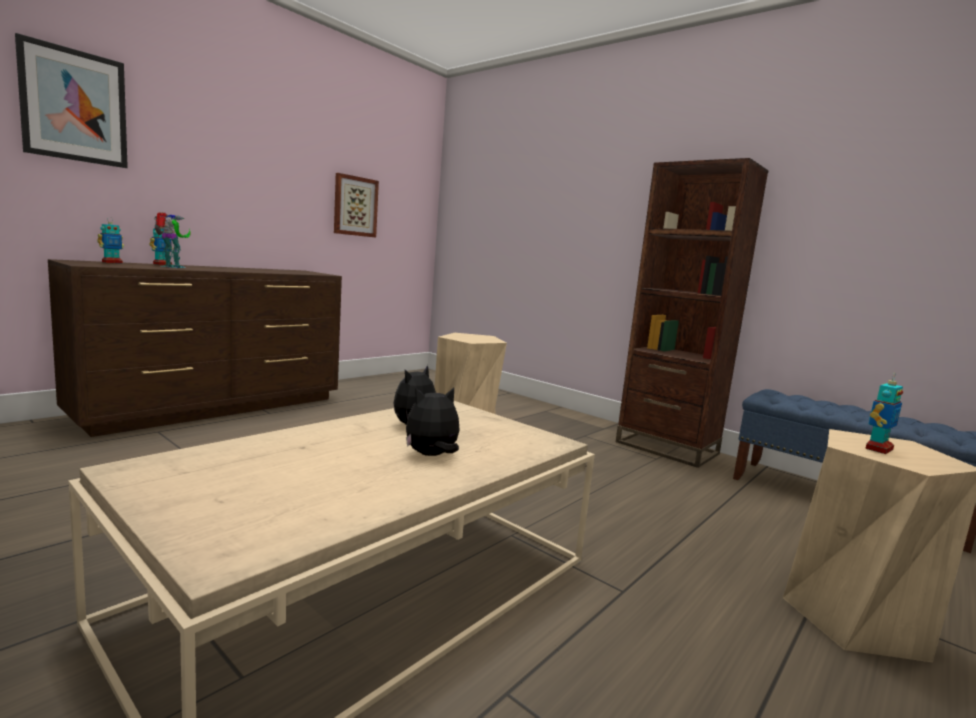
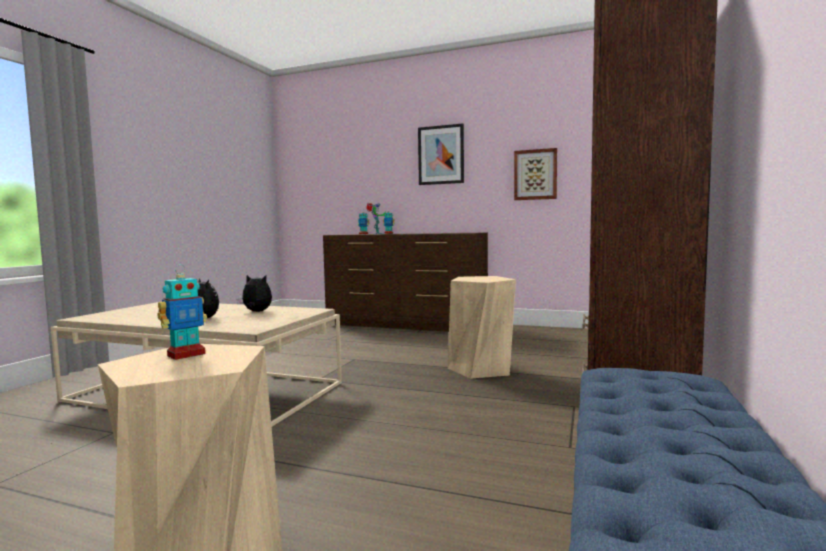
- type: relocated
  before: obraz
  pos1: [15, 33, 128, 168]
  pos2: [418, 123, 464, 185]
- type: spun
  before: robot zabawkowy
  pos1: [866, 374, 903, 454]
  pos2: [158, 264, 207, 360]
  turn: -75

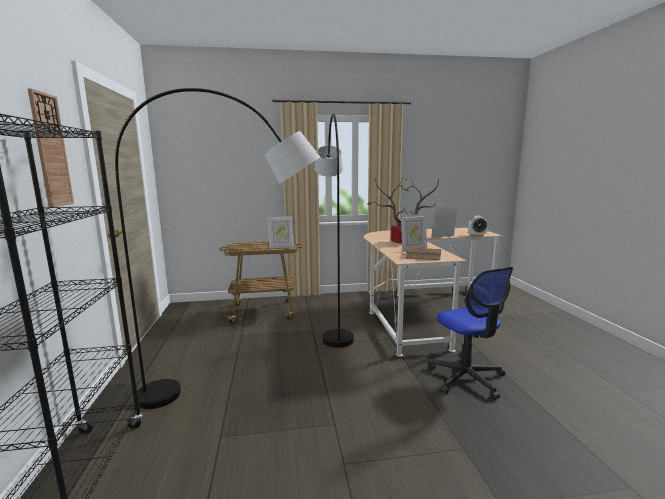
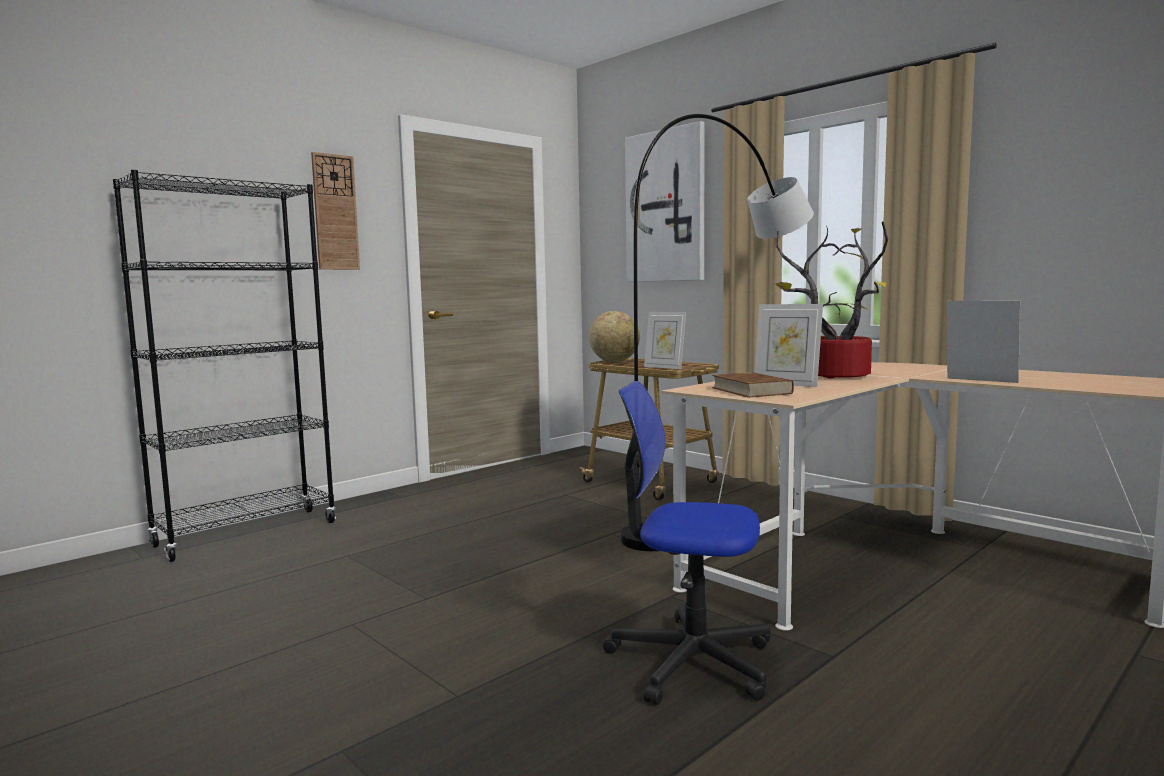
- type: missing
  before: lampa stojąca [szary]
  pos1: [115, 88, 320, 409]
- type: missing
  before: budzik
  pos1: [468, 216, 488, 236]
- type: appeared
  after: globus
  pos2: [589, 311, 640, 362]
- type: appeared
  after: obraz
  pos2: [625, 121, 704, 282]
- type: spun
  before: krzesło biurowe
  pos1: [428, 267, 513, 400]
  pos2: [603, 381, 771, 705]
  turn: 75

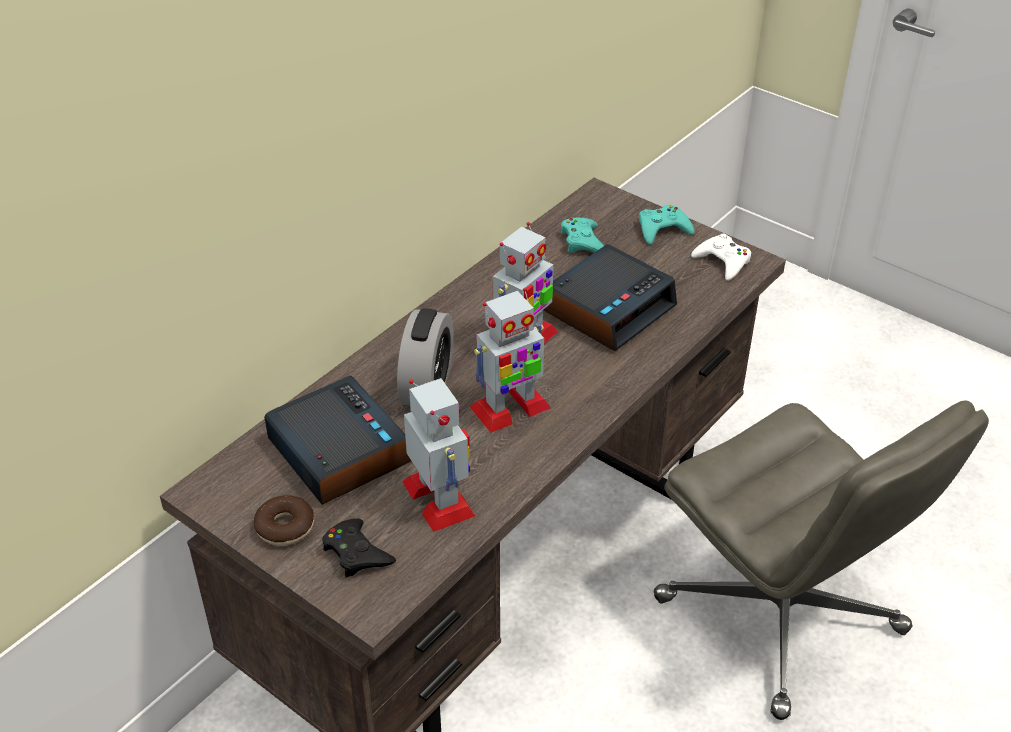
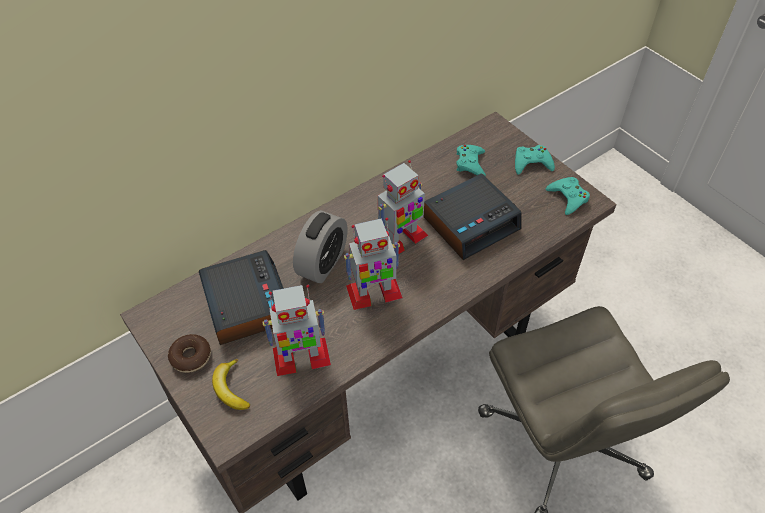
- type: exchanged
  before: pad do gier [czarny]
  after: banan
  pos1: [322, 518, 396, 578]
  pos2: [212, 359, 250, 410]
- type: colour
  before: pad do gier [biały]
  after: pad do gier [turkusowy]
  pos1: [691, 234, 751, 281]
  pos2: [546, 177, 590, 215]
- type: spun
  before: robot zabawkowy
  pos1: [402, 378, 475, 532]
  pos2: [263, 285, 331, 376]
  turn: 90

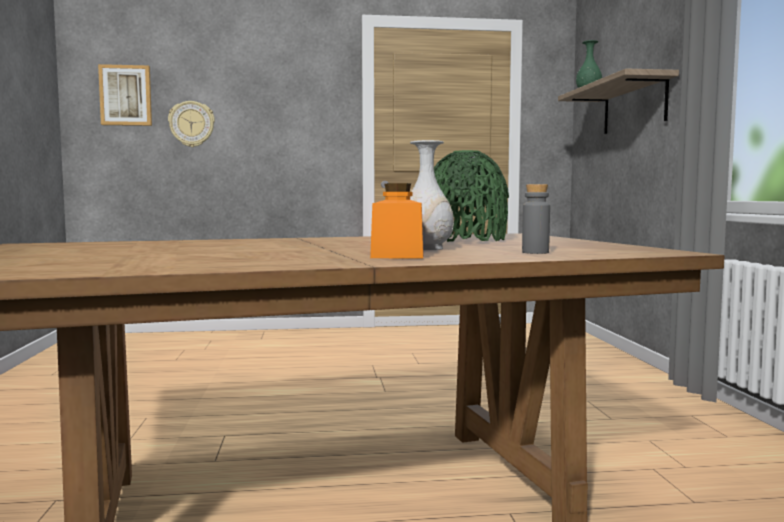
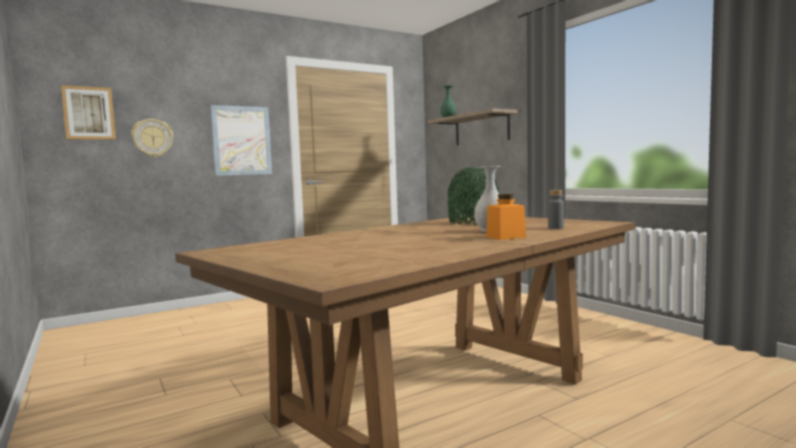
- type: appeared
  after: obraz
  pos2: [211, 105, 272, 176]

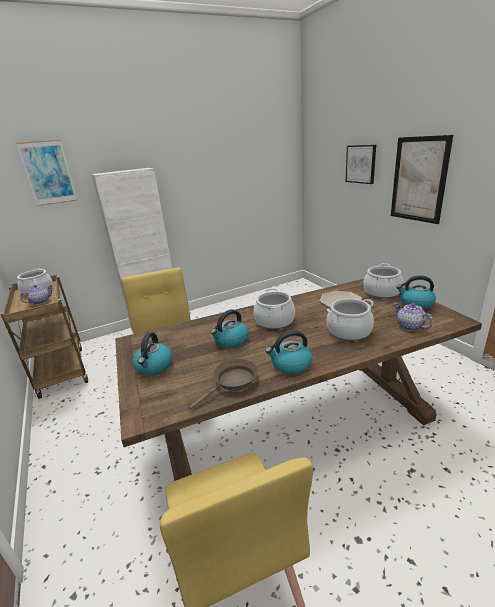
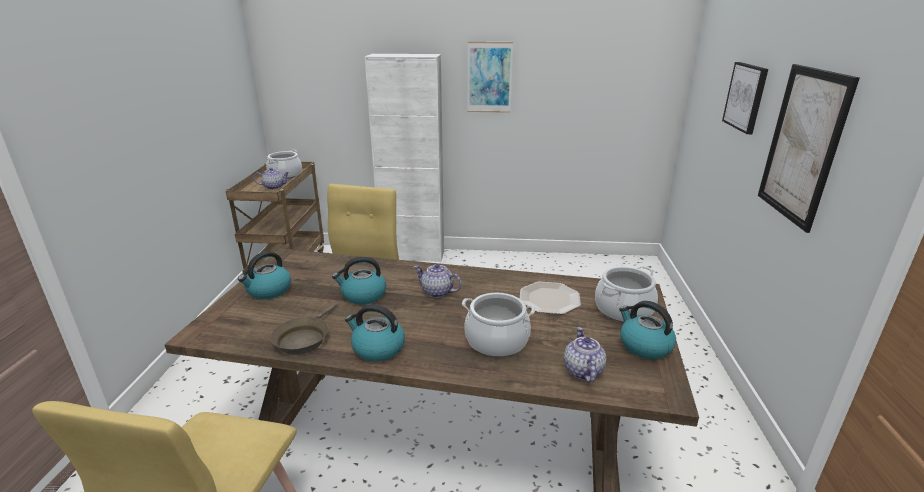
- type: relocated
  before: obraz
  pos1: [16, 140, 78, 206]
  pos2: [467, 42, 513, 113]
- type: exchanged
  before: garnek
  after: imbryk
  pos1: [254, 288, 295, 329]
  pos2: [414, 264, 462, 298]
- type: spun
  before: patelnia [brązowy]
  pos1: [189, 359, 258, 410]
  pos2: [270, 302, 338, 355]
  turn: 120

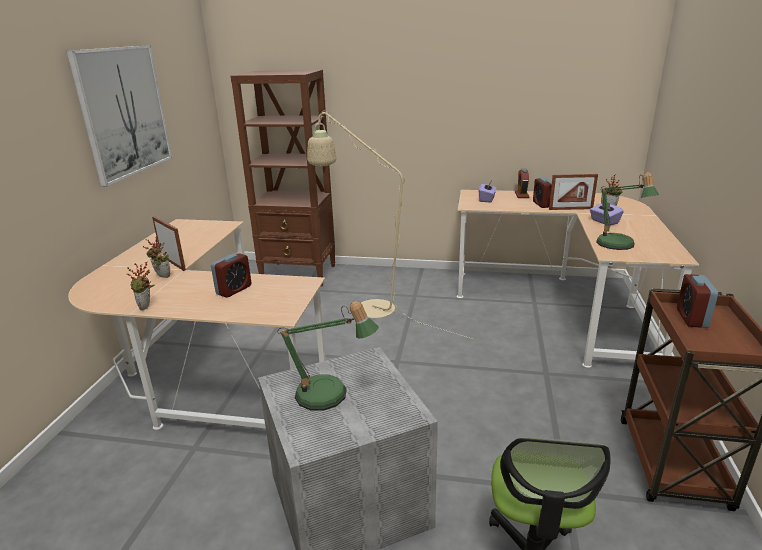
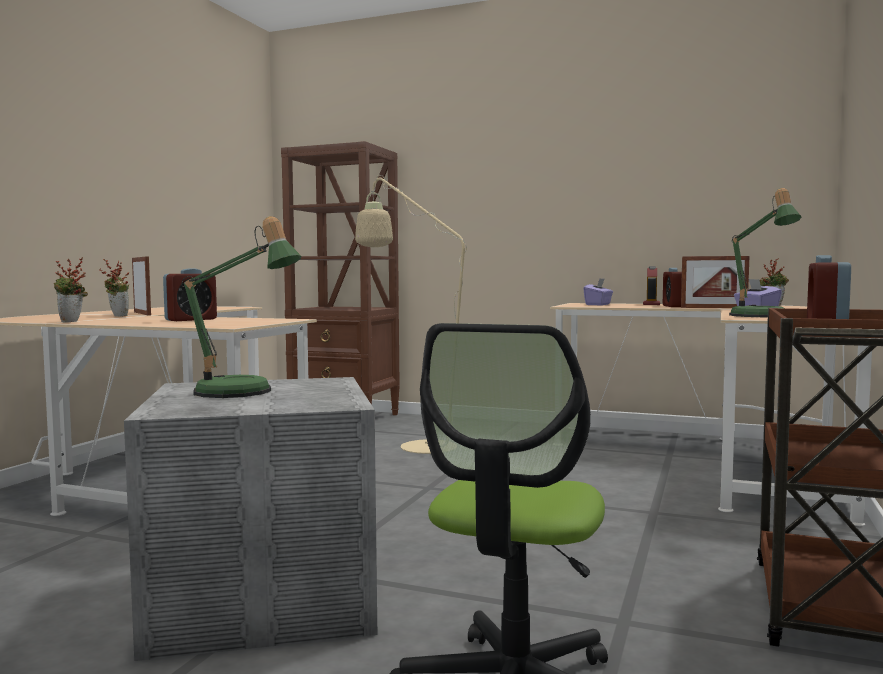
- type: missing
  before: obraz
  pos1: [66, 45, 172, 187]

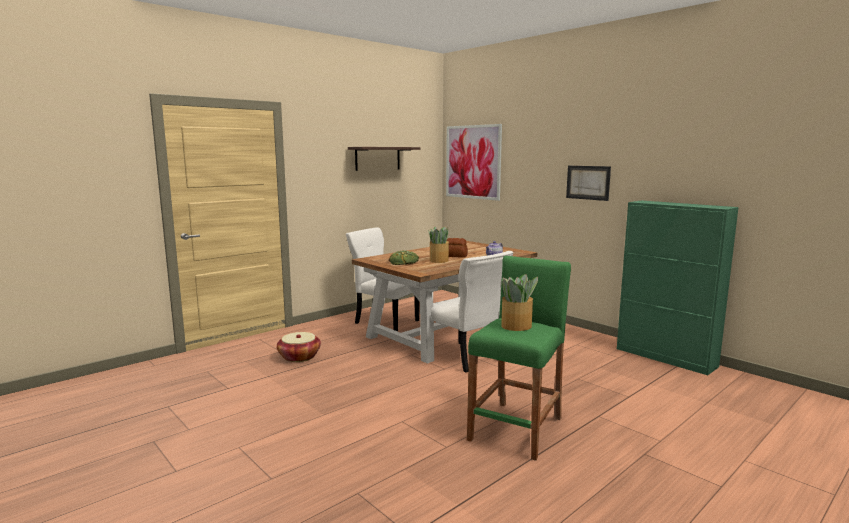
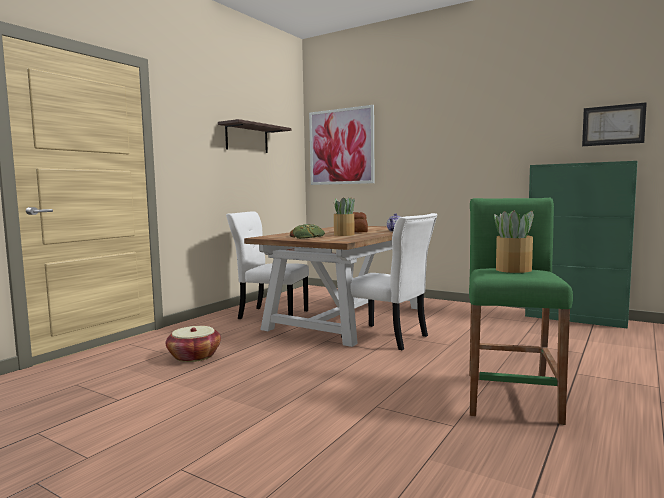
- type: relocated
  before: obraz
  pos1: [566, 166, 611, 201]
  pos2: [582, 102, 647, 146]

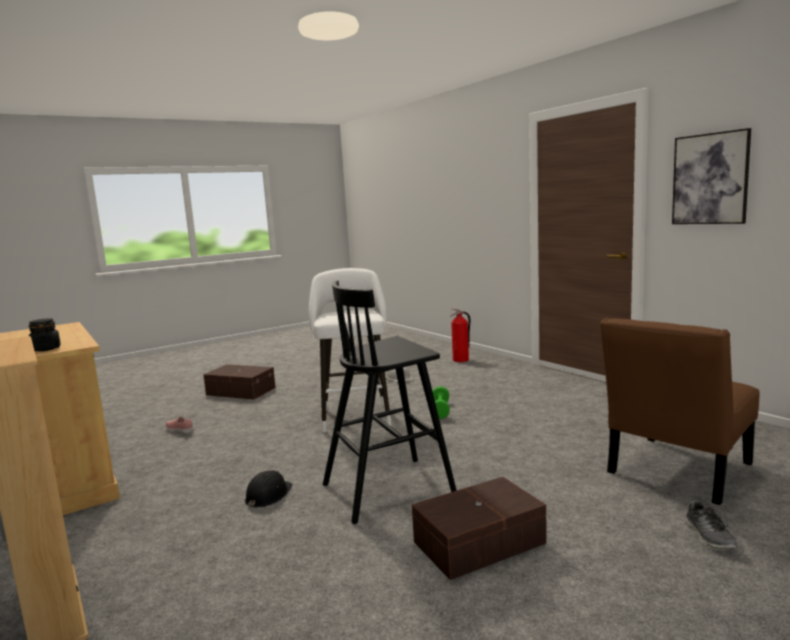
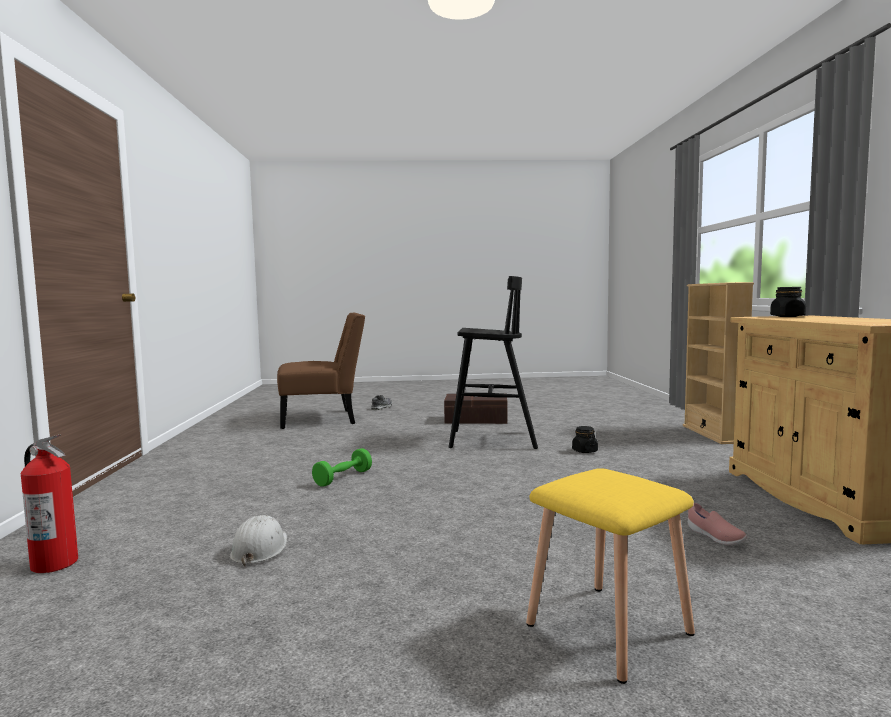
- type: missing
  before: stołek [biały]
  pos1: [309, 268, 391, 432]
- type: missing
  before: obraz
  pos1: [672, 128, 751, 224]
- type: exchanged
  before: pojemnik do przechowywania [brązowy]
  after: stołek [żółty]
  pos1: [203, 364, 276, 399]
  pos2: [526, 468, 695, 684]
- type: exchanged
  before: kask [czarny]
  after: słoik [czarny]
  pos1: [245, 470, 293, 509]
  pos2: [572, 426, 598, 453]

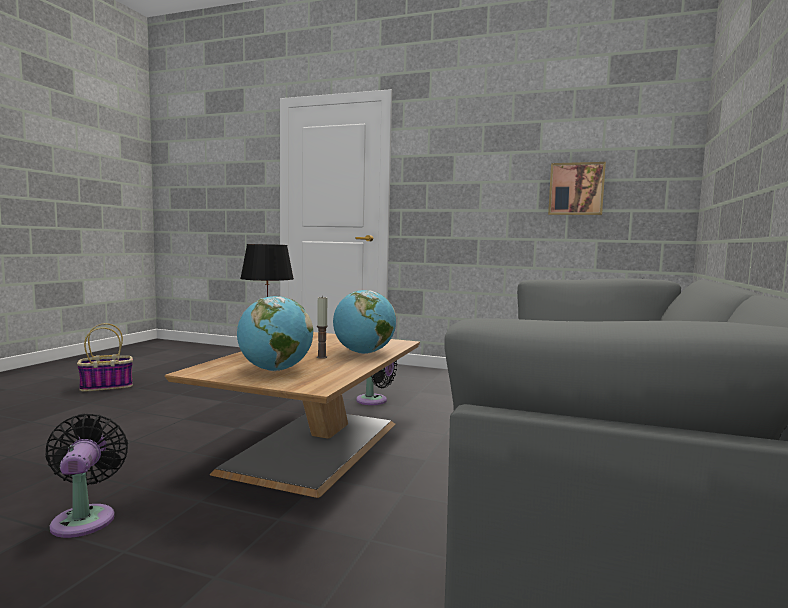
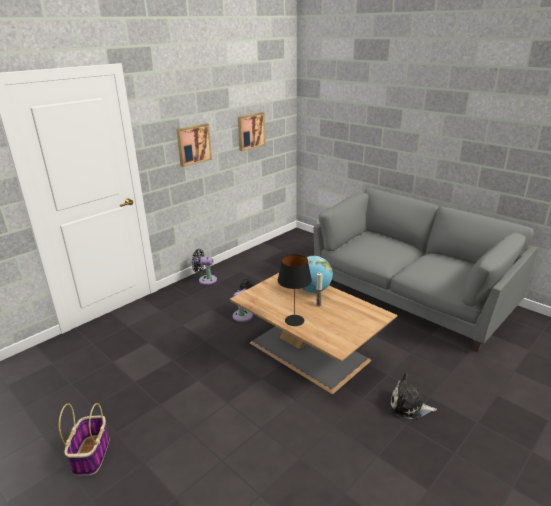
- type: missing
  before: globus
  pos1: [237, 296, 313, 371]
- type: appeared
  after: obraz
  pos2: [176, 123, 212, 167]
- type: appeared
  after: pluszak
  pos2: [390, 373, 437, 419]
- type: relocated
  before: wentylator [czarny]
  pos1: [45, 414, 128, 538]
  pos2: [192, 249, 217, 285]

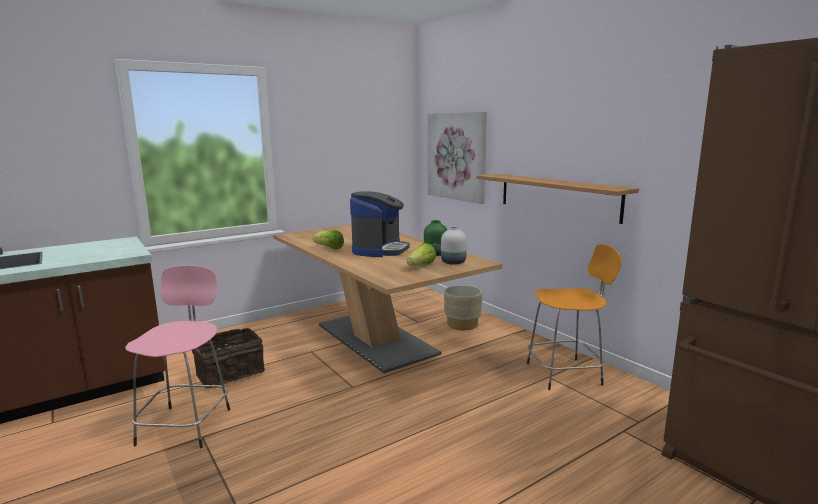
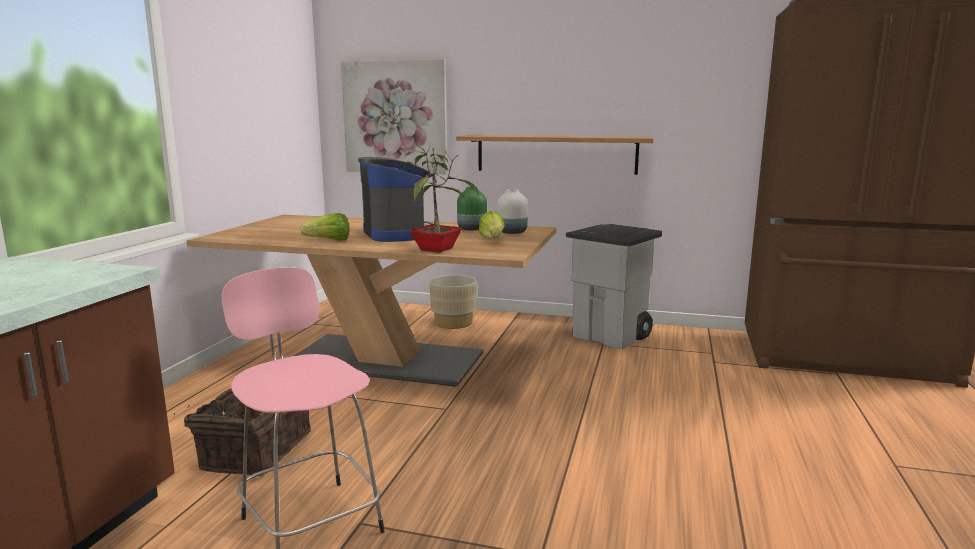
- type: appeared
  after: roślina doniczkowa
  pos2: [404, 147, 479, 253]
- type: exchanged
  before: stołek [pomarańczowy]
  after: kosz na śmieci [szary]
  pos1: [527, 244, 622, 390]
  pos2: [566, 224, 662, 349]

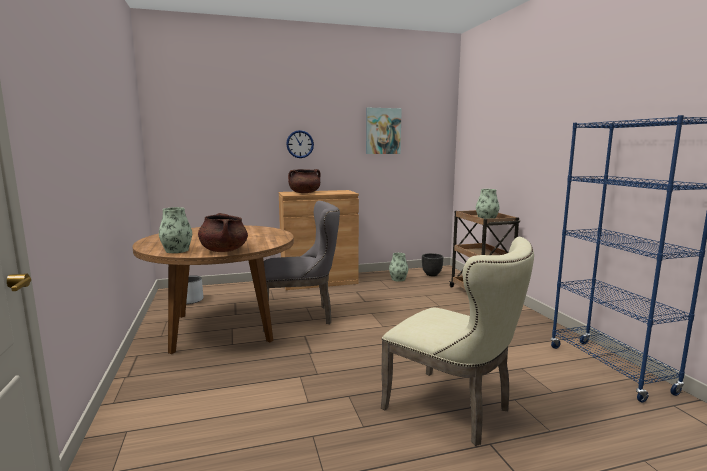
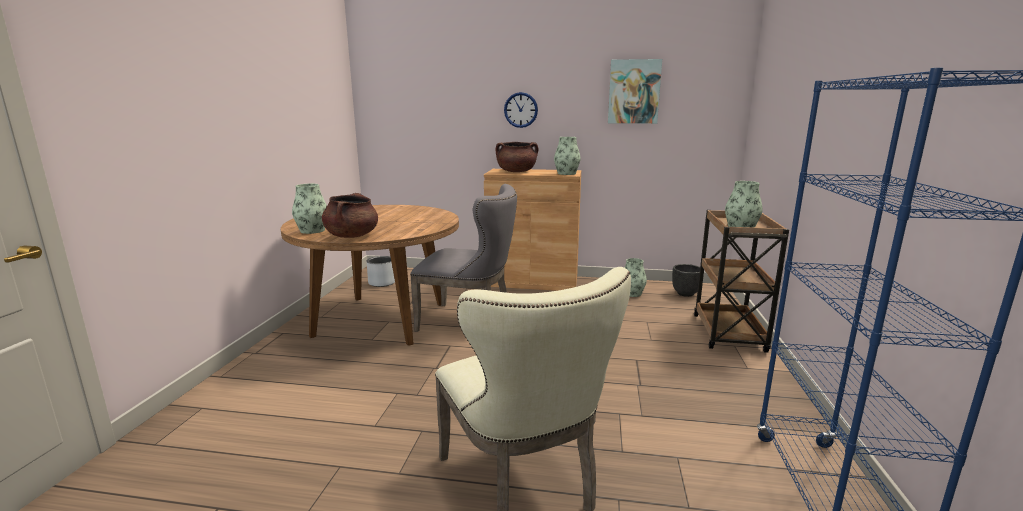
- type: appeared
  after: wazon
  pos2: [554, 137, 581, 175]

